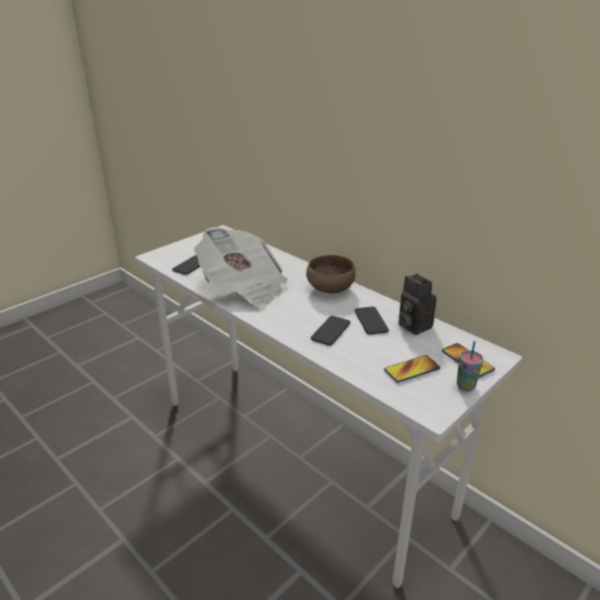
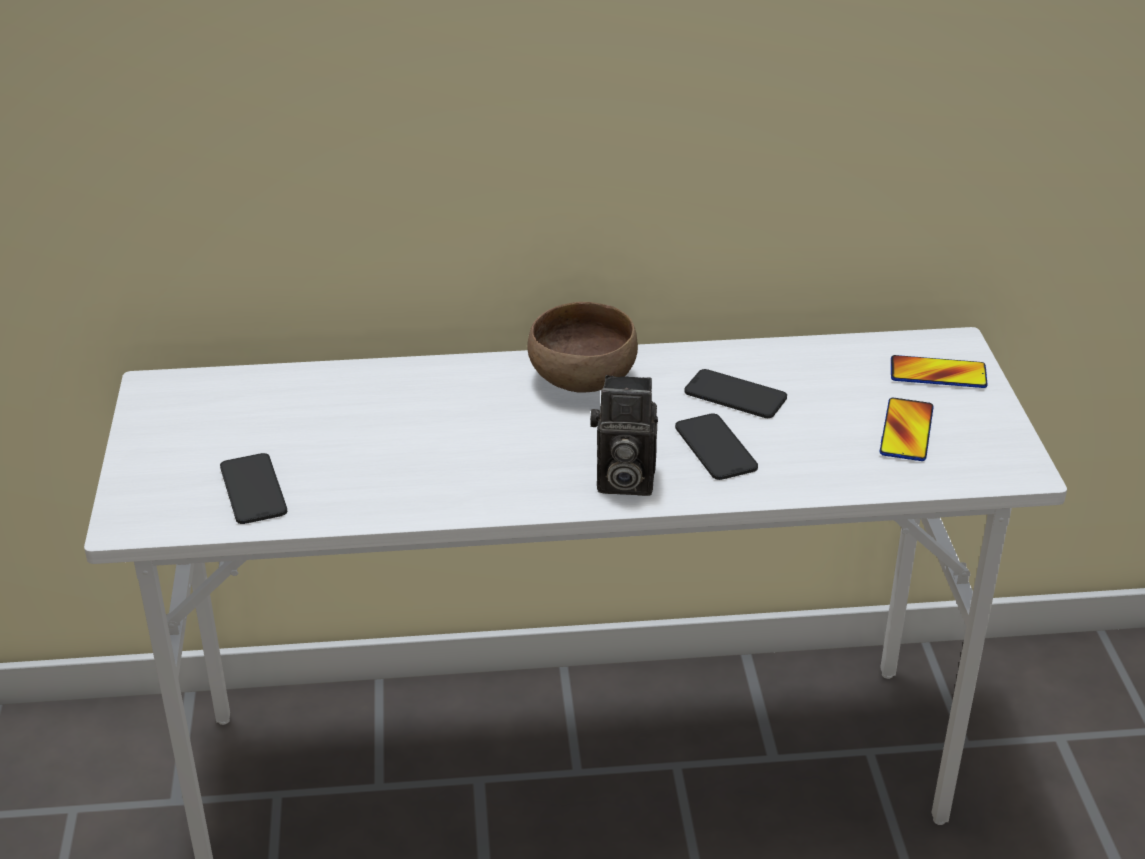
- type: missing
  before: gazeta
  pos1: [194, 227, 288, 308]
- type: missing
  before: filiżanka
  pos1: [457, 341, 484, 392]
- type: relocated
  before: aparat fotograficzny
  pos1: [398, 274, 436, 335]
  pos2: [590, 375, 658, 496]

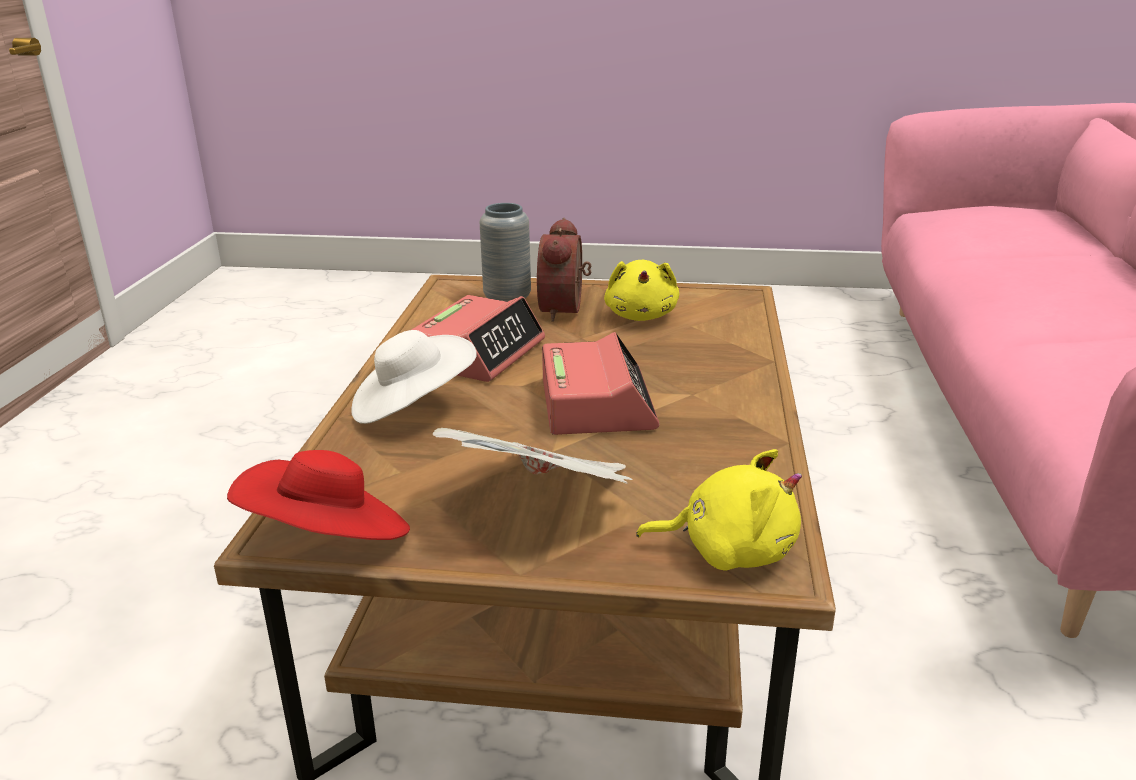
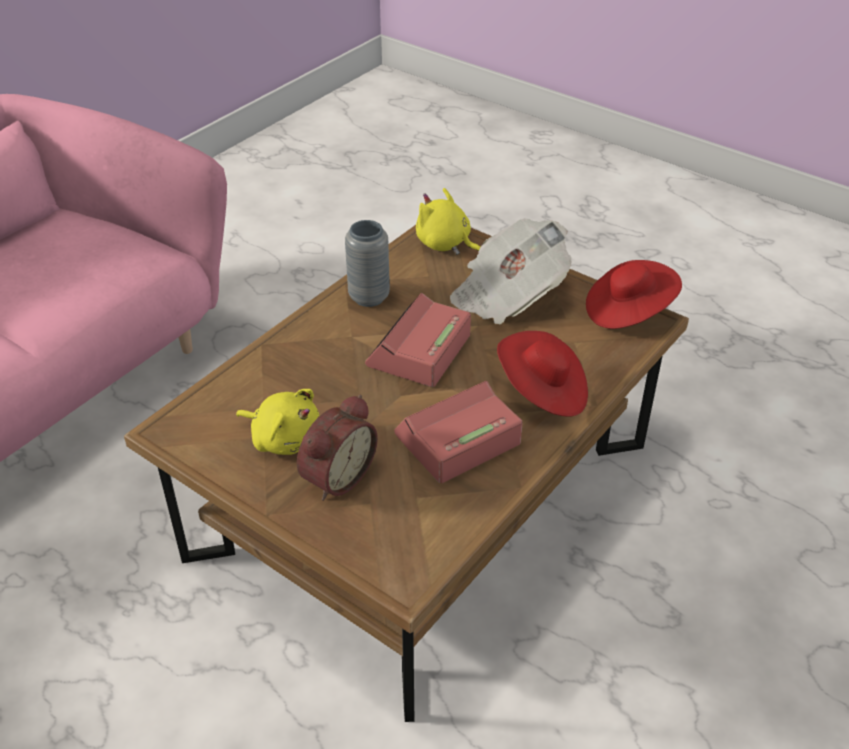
- type: relocated
  before: wazon [szary]
  pos1: [480, 203, 531, 302]
  pos2: [345, 220, 390, 307]
- type: colour
  before: kapelusz [biały]
  after: kapelusz [czerwony]
  pos1: [351, 330, 476, 424]
  pos2: [497, 331, 588, 417]
- type: spun
  before: pluszak [żółty]
  pos1: [604, 260, 679, 321]
  pos2: [236, 389, 319, 455]
  turn: 90

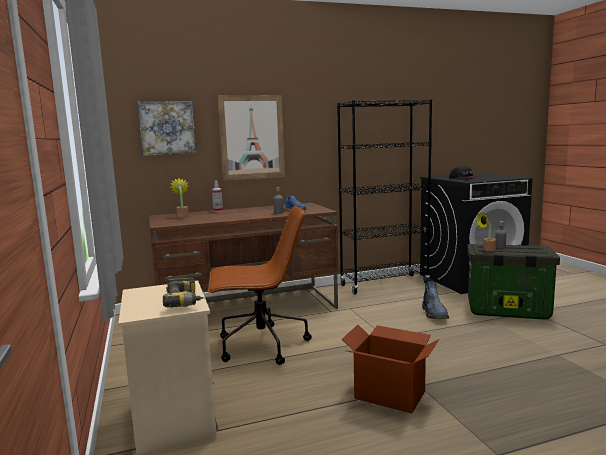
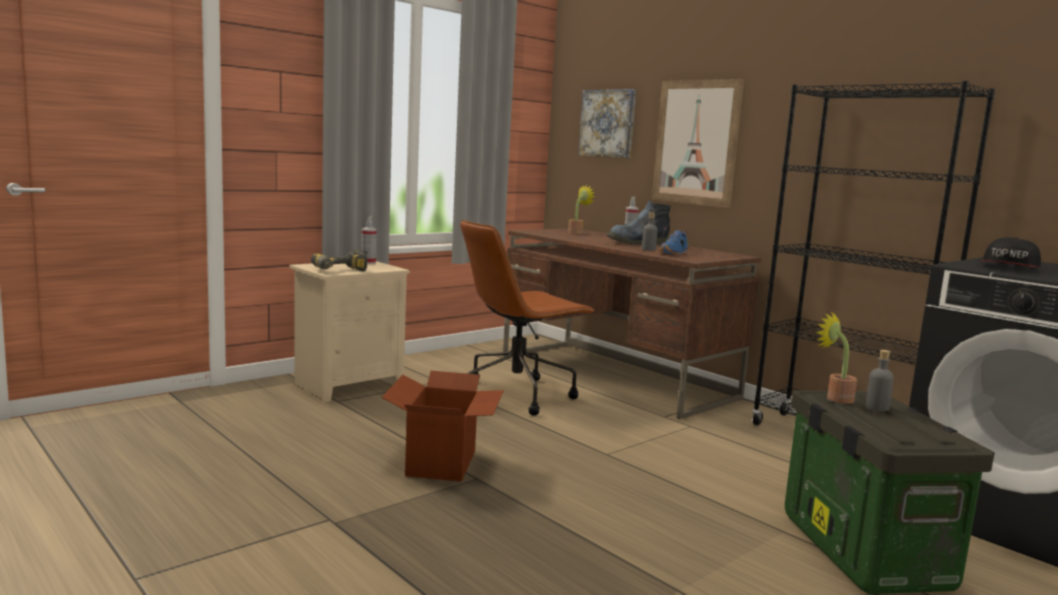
- type: appeared
  after: spryskiwacz
  pos2: [361, 216, 377, 264]
- type: relocated
  before: but z cholewką
  pos1: [422, 279, 449, 319]
  pos2: [607, 200, 671, 245]
- type: spun
  before: krzesło biurowe [brązowy]
  pos1: [208, 205, 312, 365]
  pos2: [460, 220, 595, 415]
  turn: 90

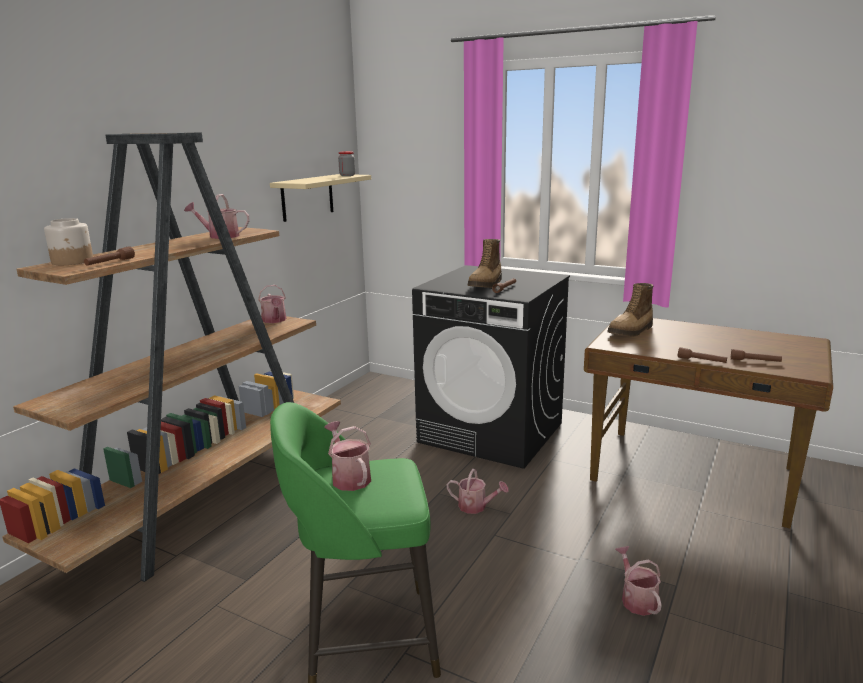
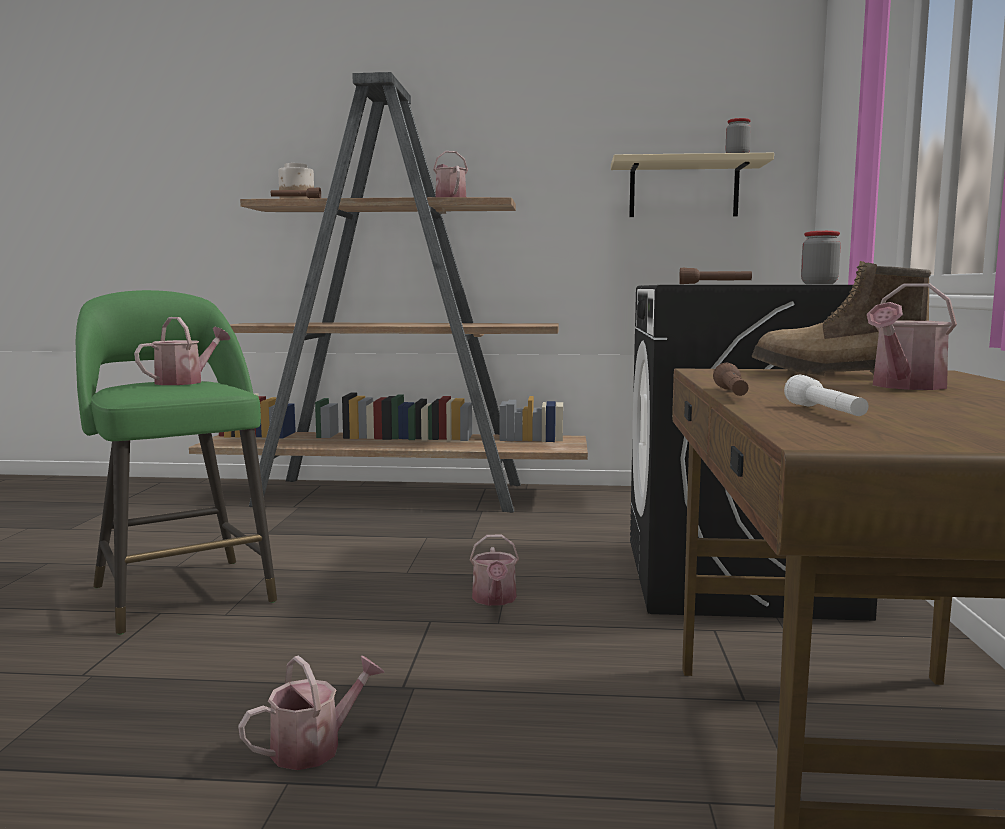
- type: missing
  before: but z cholewką
  pos1: [467, 239, 502, 288]
- type: appeared
  after: słoik
  pos2: [801, 231, 841, 284]
- type: relocated
  before: konewka
  pos1: [258, 285, 286, 323]
  pos2: [867, 283, 957, 390]
- type: colour
  before: latarka [brązowy]
  after: latarka [biały]
  pos1: [731, 349, 782, 362]
  pos2: [784, 374, 869, 416]

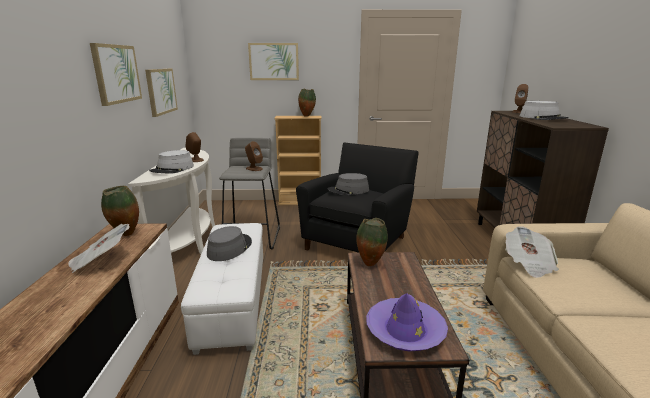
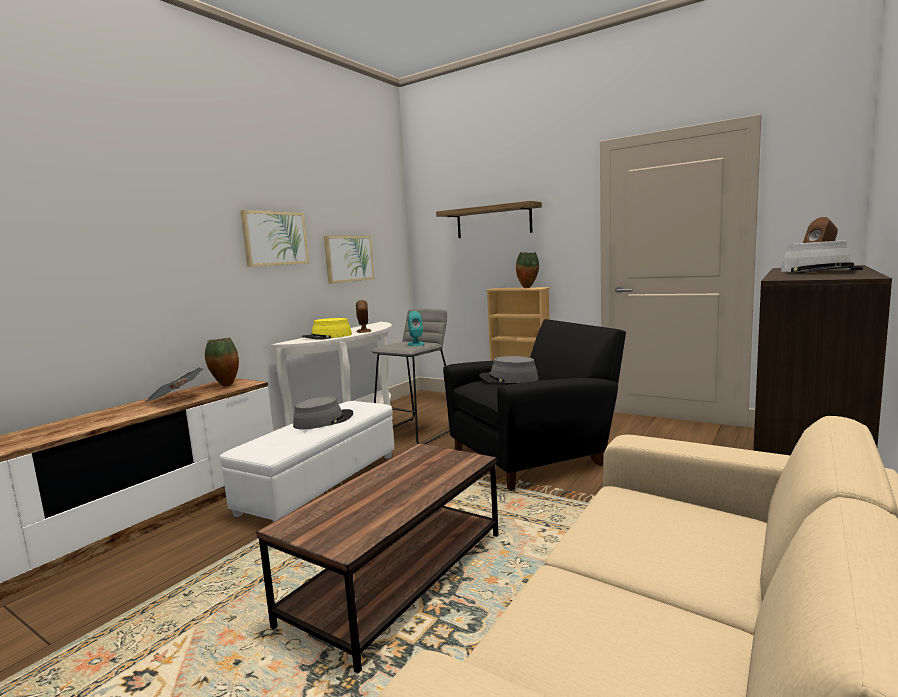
- type: missing
  before: wazon
  pos1: [356, 218, 388, 266]
- type: missing
  before: kapelusz [fioletowy]
  pos1: [366, 293, 448, 352]
- type: missing
  before: gazeta
  pos1: [506, 226, 559, 278]
- type: exchanged
  before: obraz
  after: półka
  pos1: [248, 43, 299, 80]
  pos2: [436, 201, 542, 238]
- type: colour
  before: kapelusz [szary]
  after: kapelusz [żółty]
  pos1: [149, 150, 194, 174]
  pos2: [302, 318, 352, 340]
- type: colour
  before: głośnik [brązowy]
  after: głośnik [turkusowy]
  pos1: [245, 141, 263, 171]
  pos2: [408, 311, 424, 346]

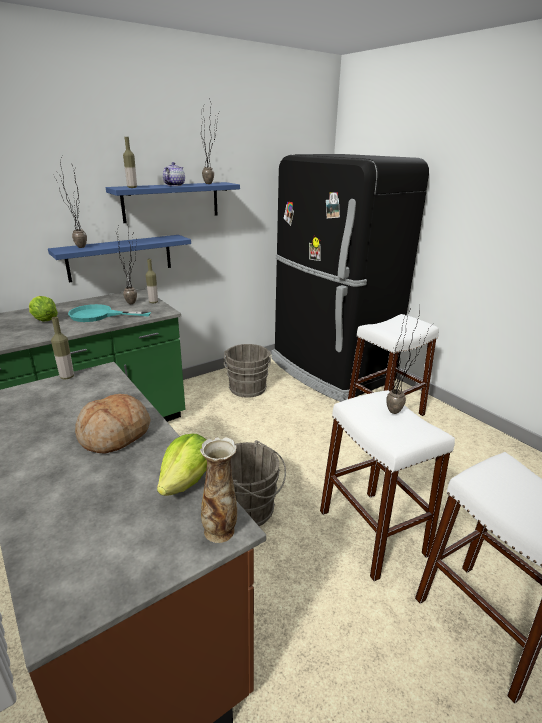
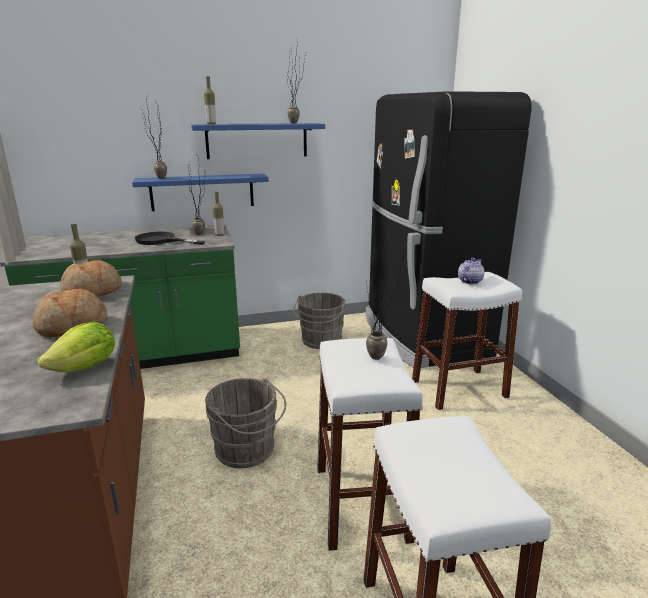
- type: missing
  before: sałata
  pos1: [29, 296, 58, 321]
- type: missing
  before: wazon
  pos1: [200, 437, 237, 543]
- type: appeared
  after: chleb
  pos2: [60, 260, 122, 297]
- type: relocated
  before: imbryk
  pos1: [163, 162, 185, 186]
  pos2: [458, 258, 485, 284]
- type: colour
  before: patelnia [turkusowy]
  after: patelnia [czarny]
  pos1: [68, 304, 151, 322]
  pos2: [134, 232, 205, 245]

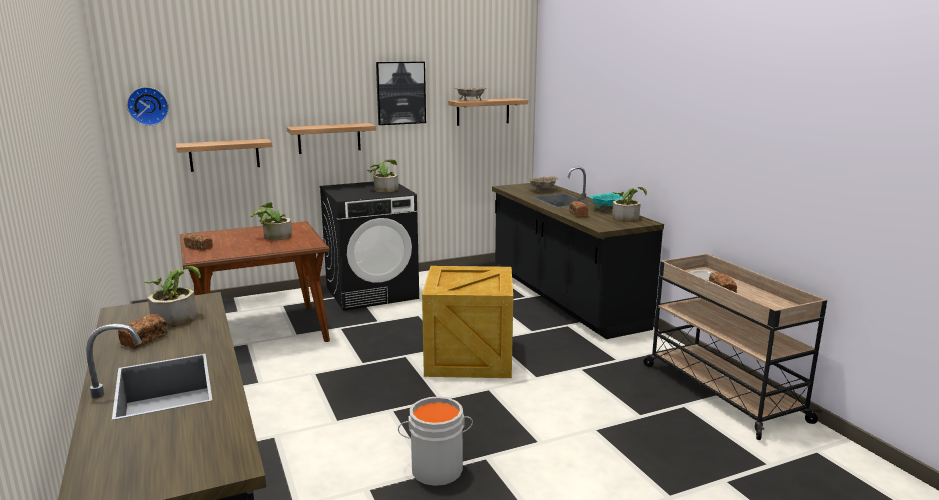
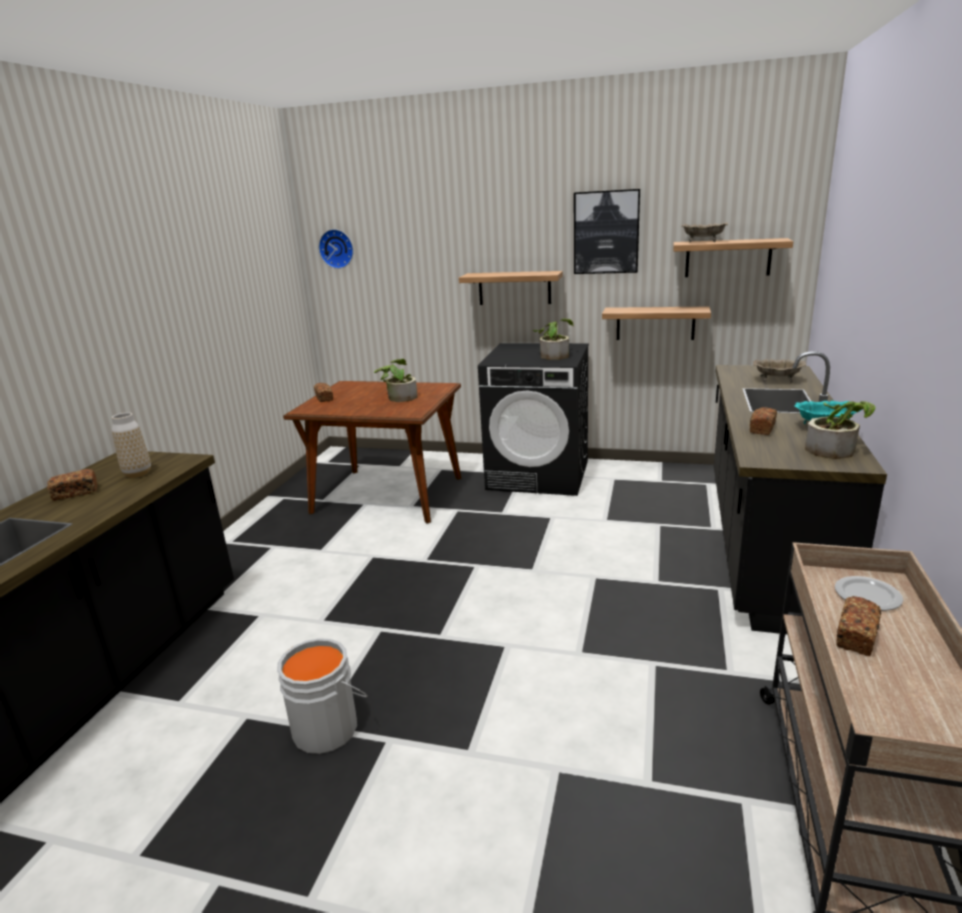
- type: missing
  before: skrzynka
  pos1: [422, 266, 513, 378]
- type: relocated
  before: półka
  pos1: [176, 139, 272, 172]
  pos2: [602, 307, 711, 340]
- type: exchanged
  before: roślina doniczkowa
  after: wazon
  pos1: [143, 266, 201, 327]
  pos2: [112, 412, 151, 478]

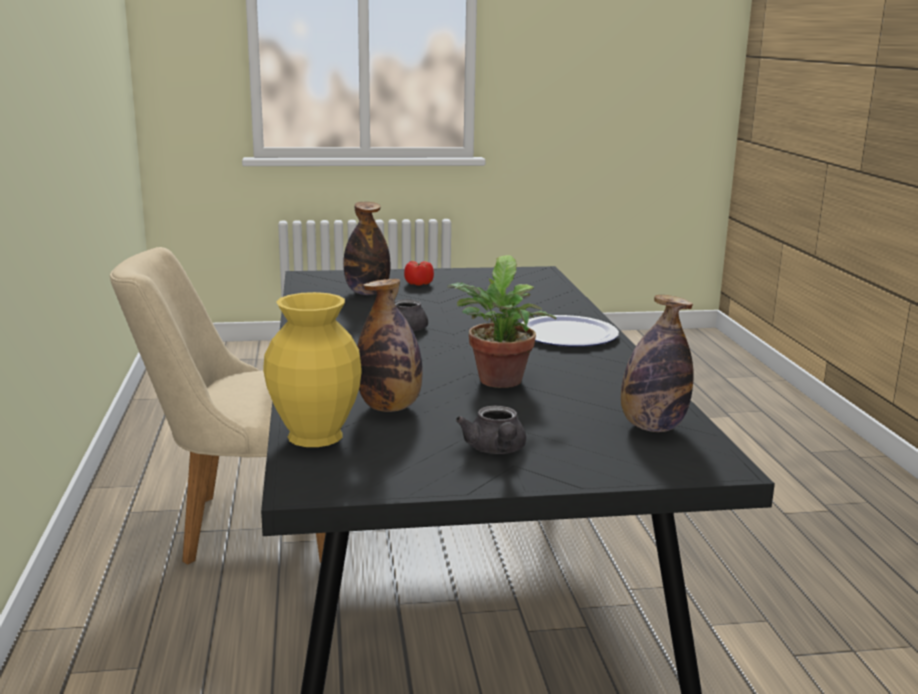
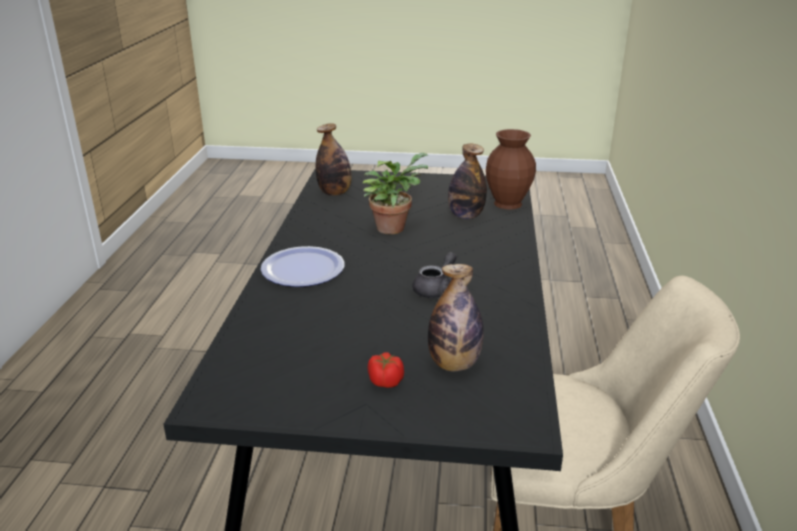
- type: missing
  before: imbryk [szary]
  pos1: [456, 406, 526, 454]
- type: colour
  before: wazon [żółty]
  after: wazon [brązowy]
  pos1: [263, 292, 362, 447]
  pos2: [486, 129, 536, 209]

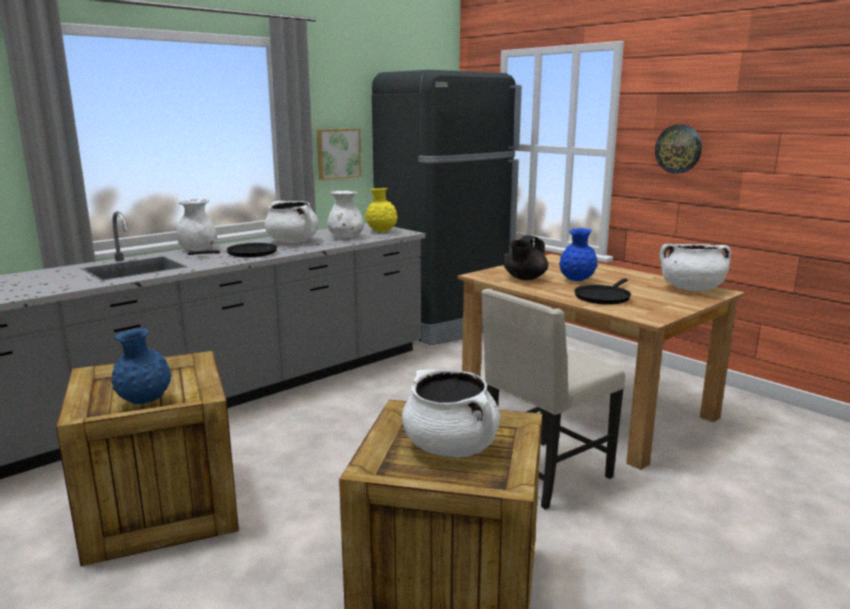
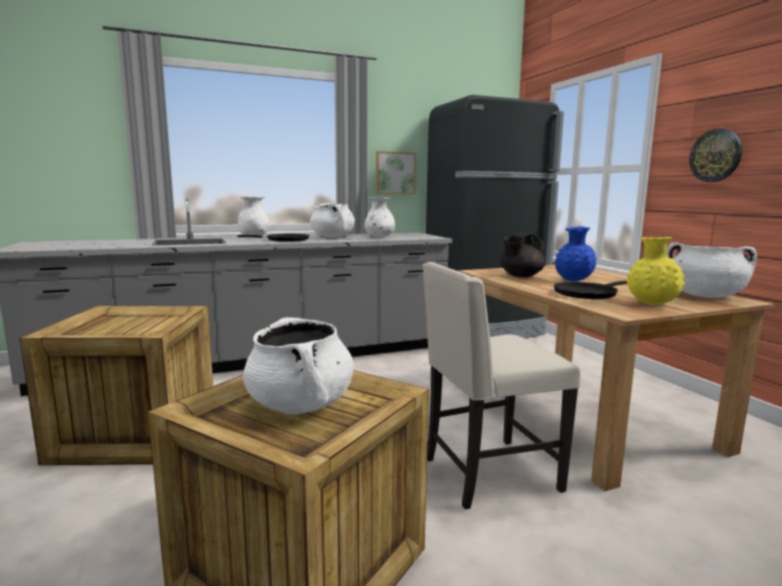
- type: missing
  before: wazon [niebieski]
  pos1: [111, 328, 172, 404]
- type: relocated
  before: wazon [żółty]
  pos1: [365, 188, 397, 232]
  pos2: [627, 237, 685, 305]

